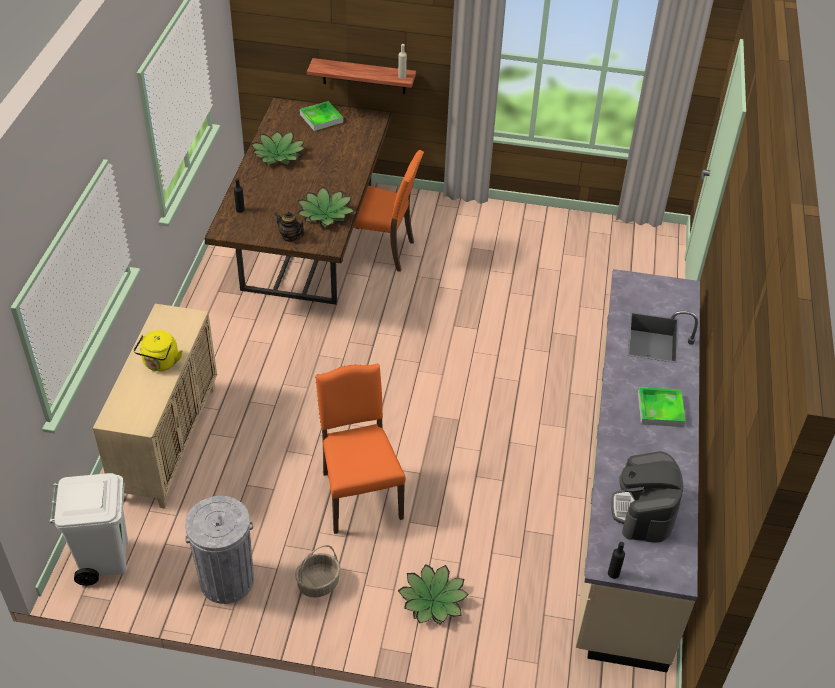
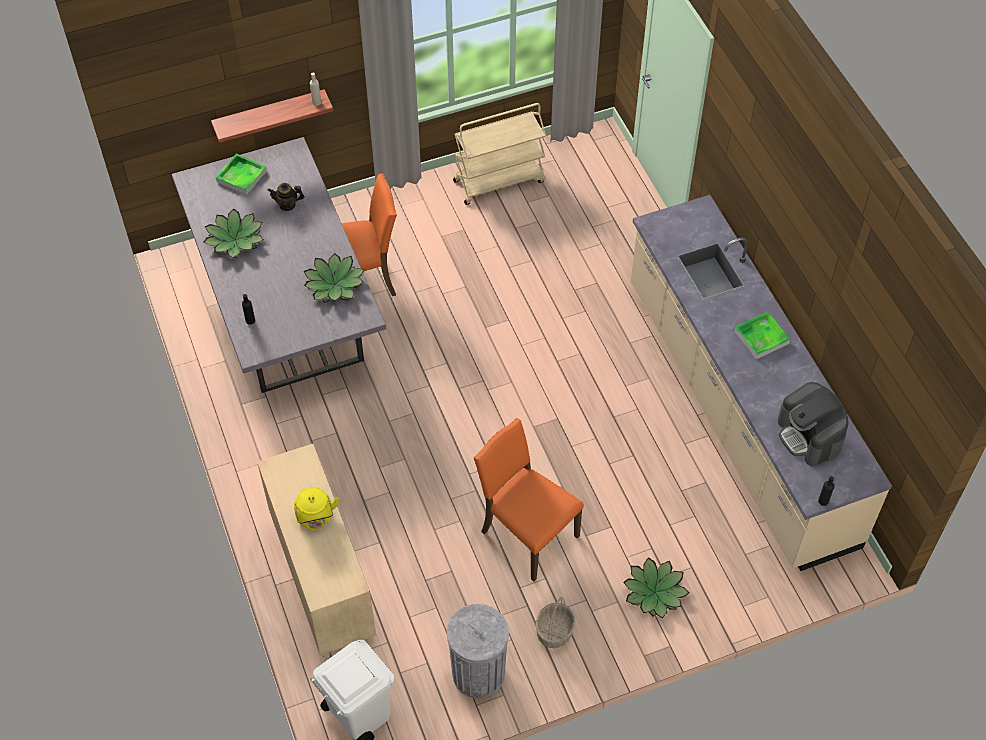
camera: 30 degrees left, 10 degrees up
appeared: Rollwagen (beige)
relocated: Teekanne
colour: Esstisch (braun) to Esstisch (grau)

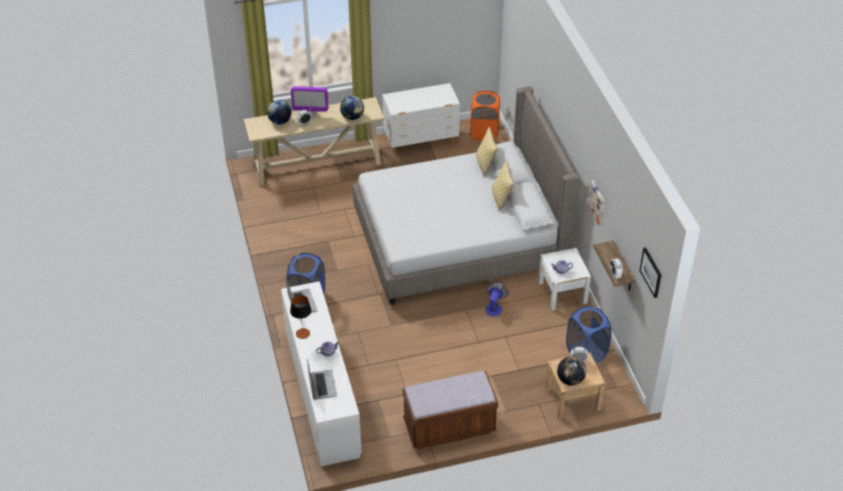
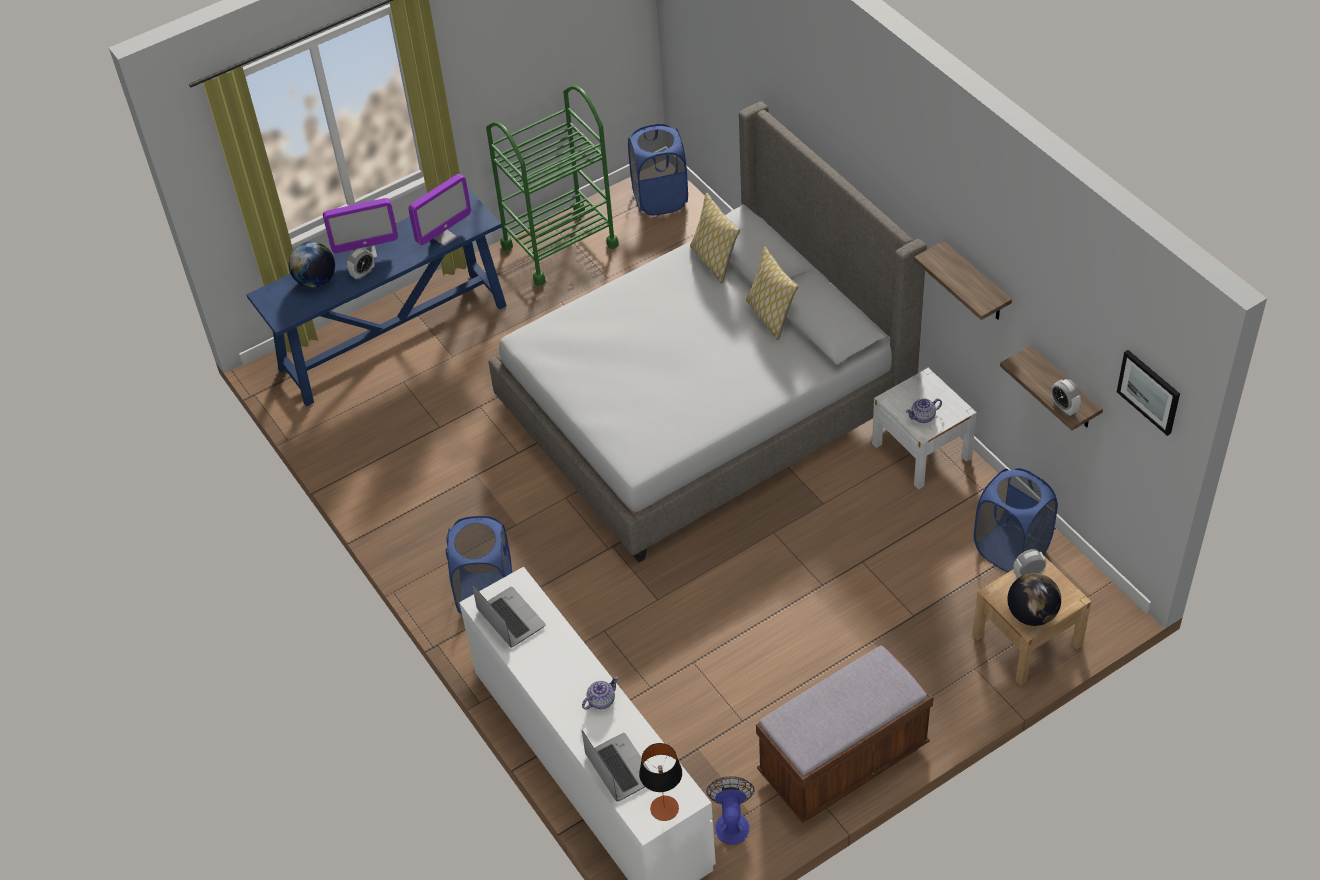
camera: 15 degrees left, 5 degrees up
relocated: Tischlampe; Ventilator
exchanged: Globus (no. 2 from left) to Monitor (no. 2 from left); Kommode (weiß) (no. 2 from left) to Rollwagen (grün); Bild (no. 1 from left) to Wandregal (no. 1 from left)
colour: Konsolentisch (beige) to Konsolentisch (blau); Wäschekorb (orange) to Wäschekorb (blau) (no. 2 from left)

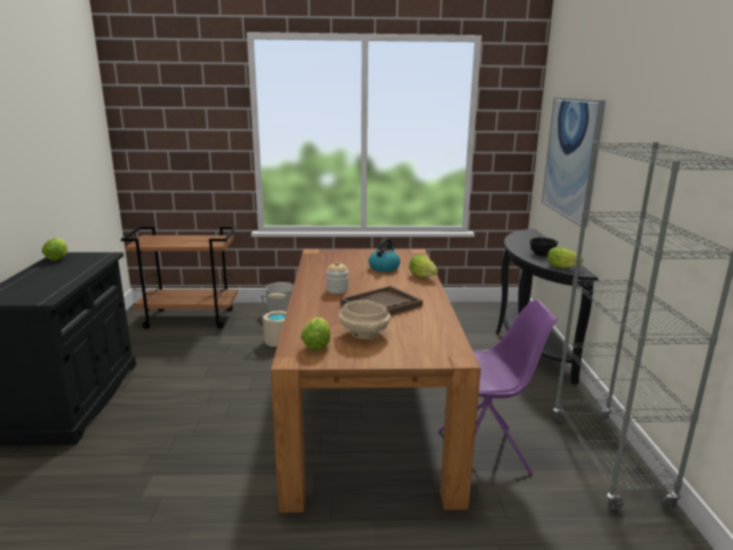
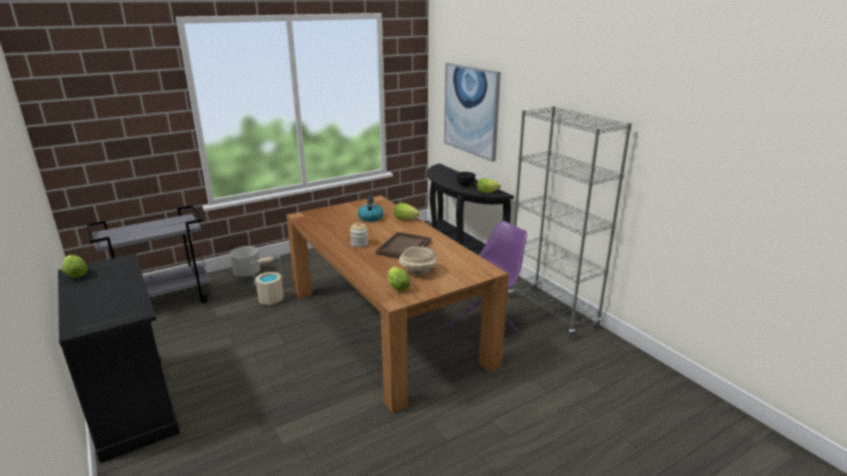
camera: 30 degrees left, 5 degrees up
colour: Rollwagen (braun) to Rollwagen (grau)

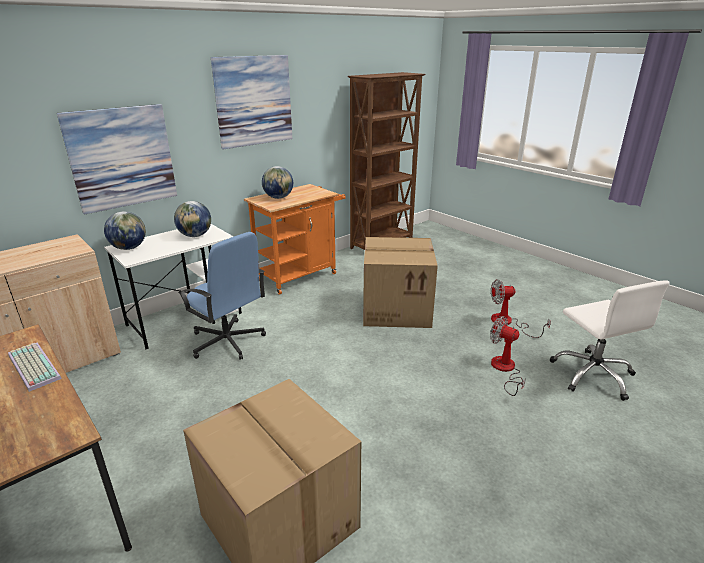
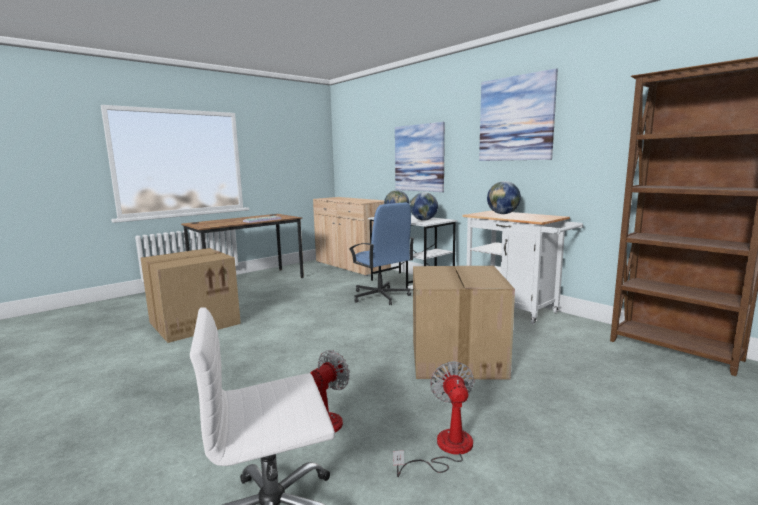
camera: 90 degrees right, 15 degrees down
colour: Rollwagen (orange) to Rollwagen (weiß)
spun: Bürostuhl (blau) 75 degrees counterclockwise

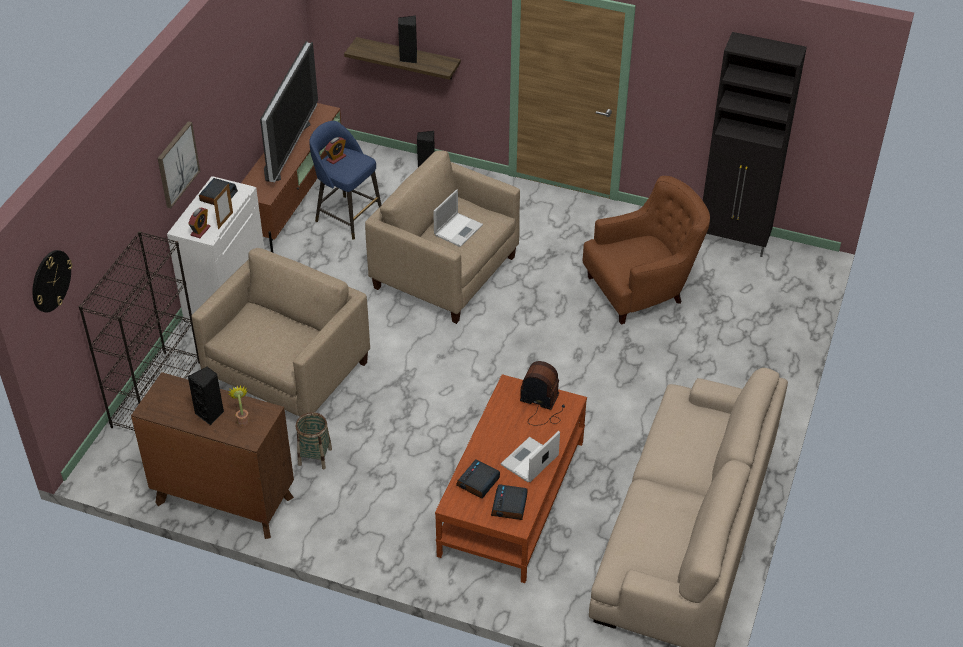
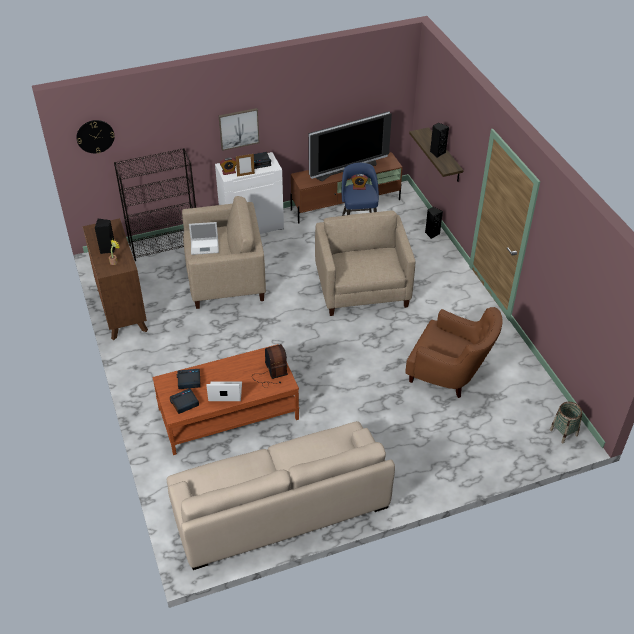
camera: 50 degrees right, 0 degrees up
missing: Schrank (schwarz)
relocated: Korb; Laptop (no. 1 from left)

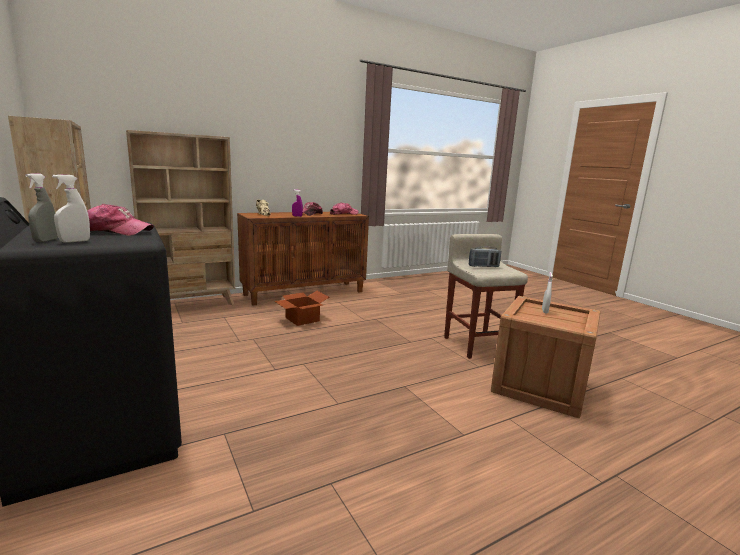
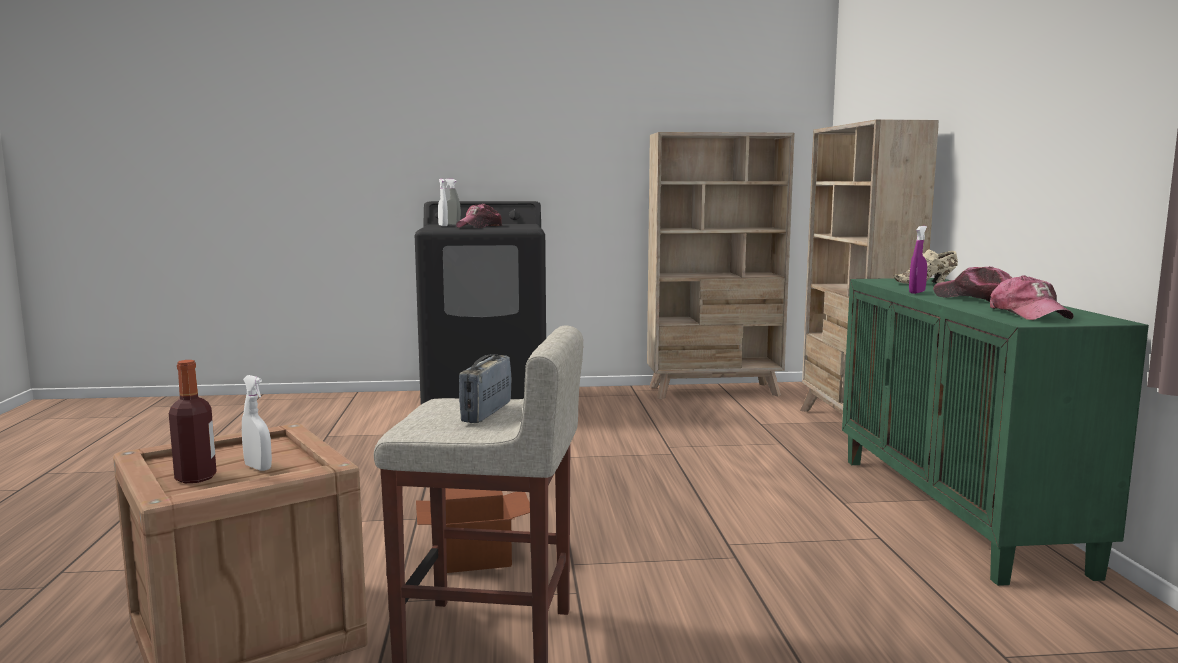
camera: 115 degrees right, 5 degrees down
appeared: Flasche
relocated: Karton
colour: Schrank (braun) to Schrank (grün)

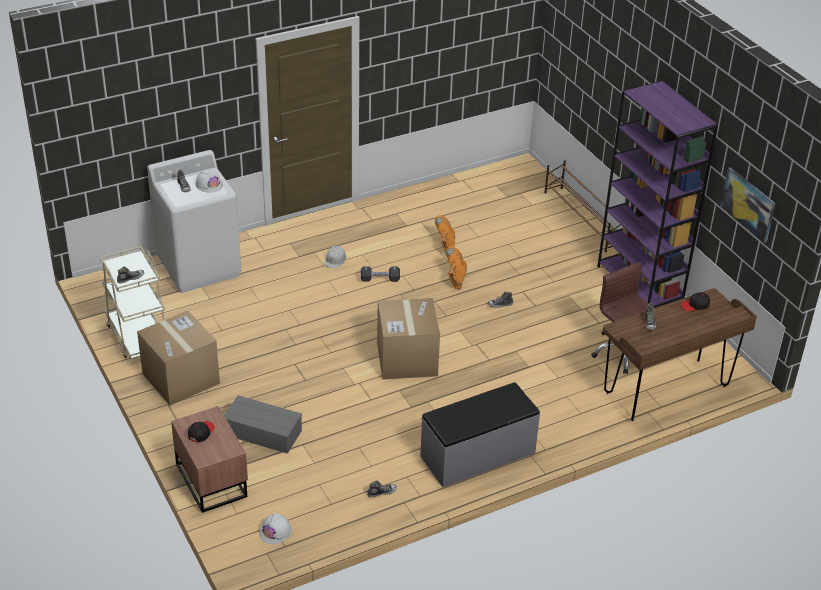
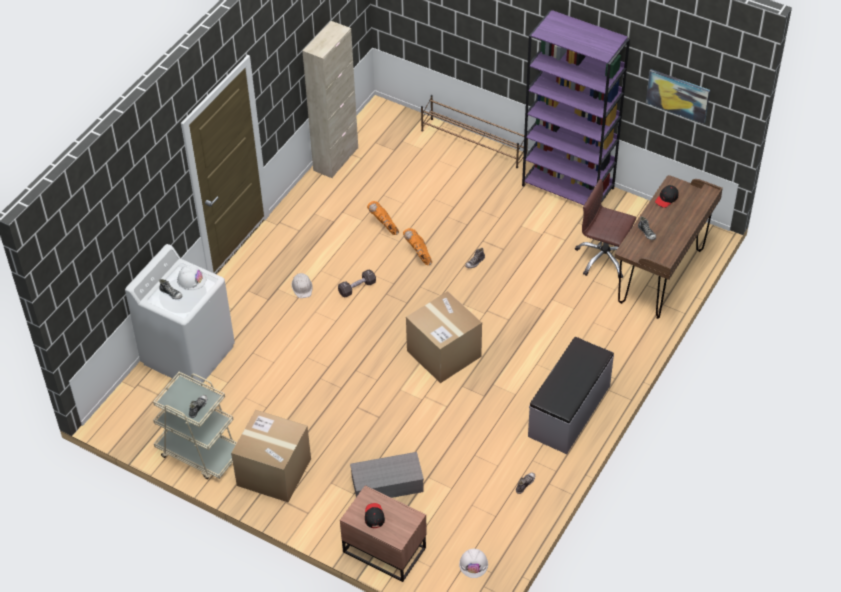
camera: 30 degrees left, 10 degrees up
appeared: Schrank (beige)

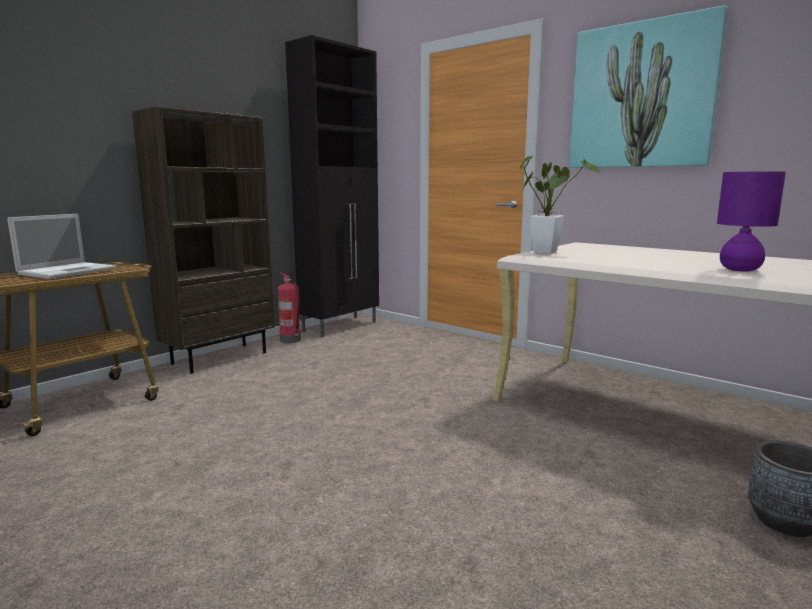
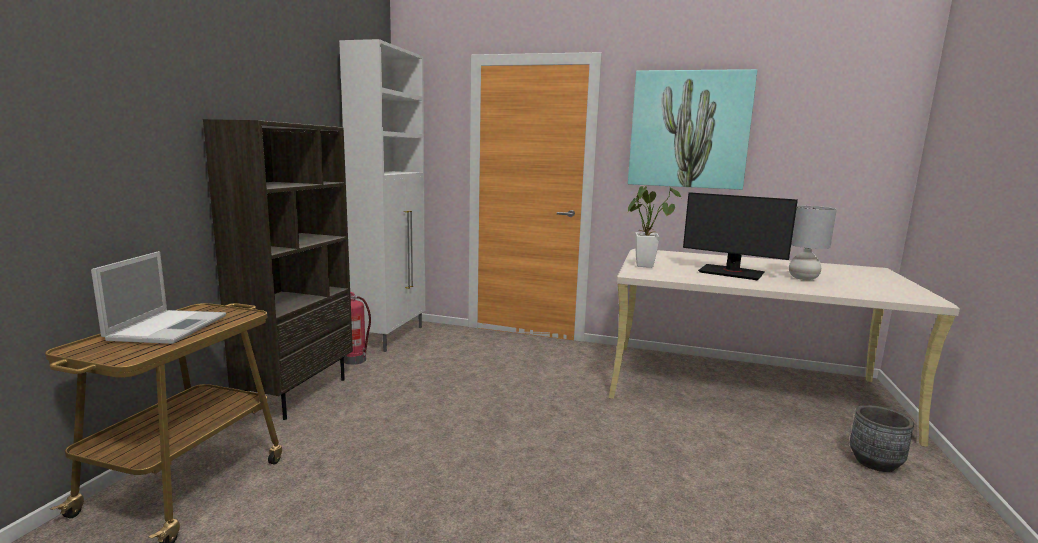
camera: 25 degrees left, 0 degrees up
appeared: Monitor
colour: Schrank (schwarz) to Schrank (weiß); Tischlampe (lila) to Tischlampe (grau)

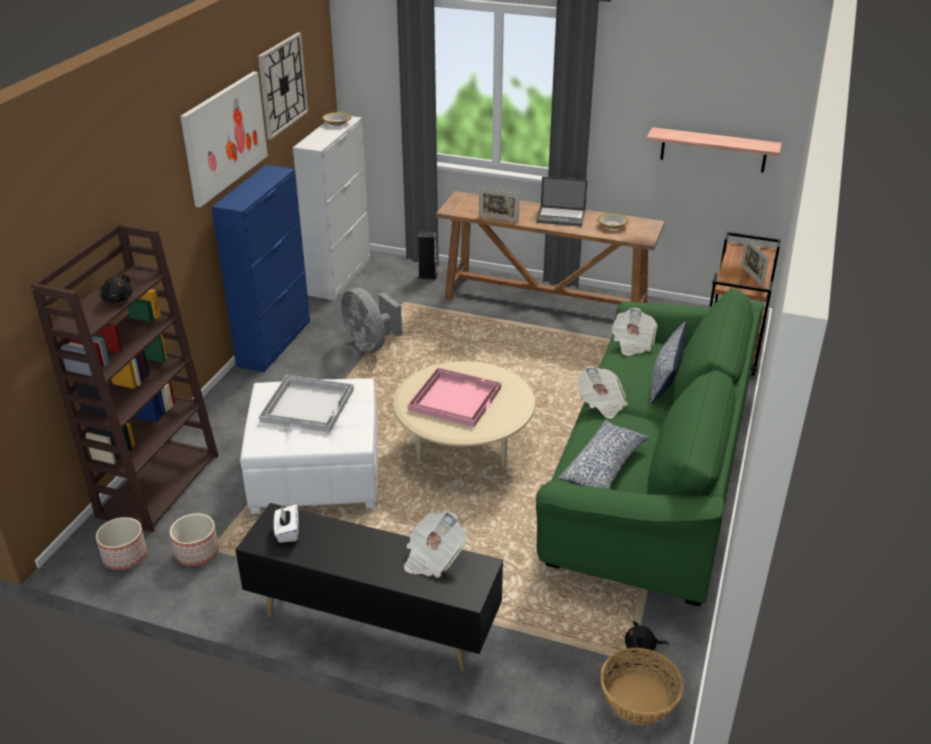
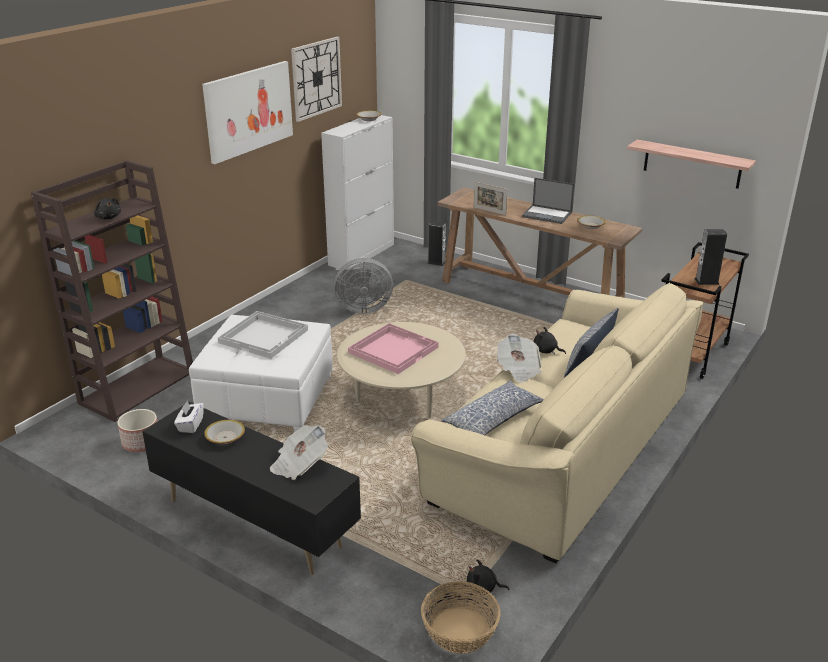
camera: 15 degrees right, 5 degrees down
missing: Pflanzkübel (no. 1 from left); Schrank (blau); Zeitung (no. 3 from left)
appeared: Schüssel (no. 1 from left); Plüschtier (schwarz) (no. 3 from left)
exchanged: Bilderrahmen (no. 2 from left) to Lautsprecher (no. 2 from left)
colour: Sofa (grün) to Sofa (beige)
spun: Ventilator (grau) 75 degrees counterclockwise

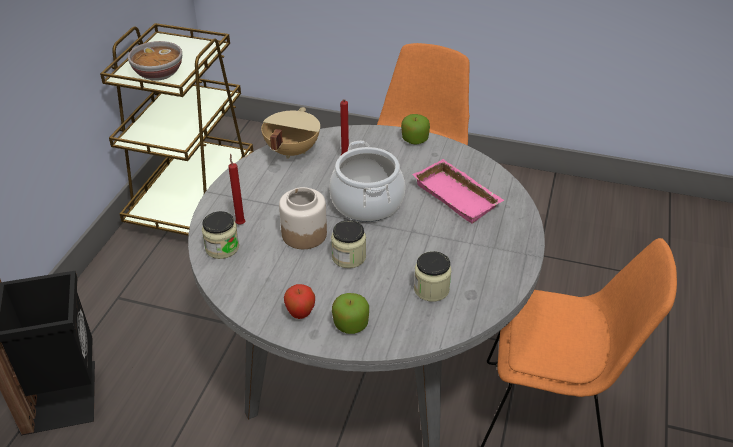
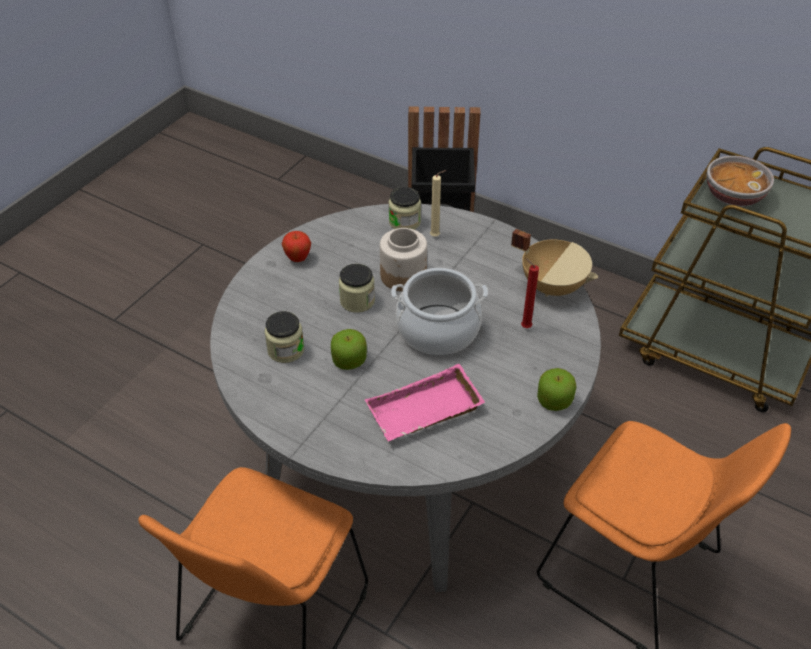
camera: 105 degrees right, 5 degrees up
relocated: Apfel (no. 2 from left)
colour: Kerze (rot) (no. 1 from left) to Kerze (beige)

